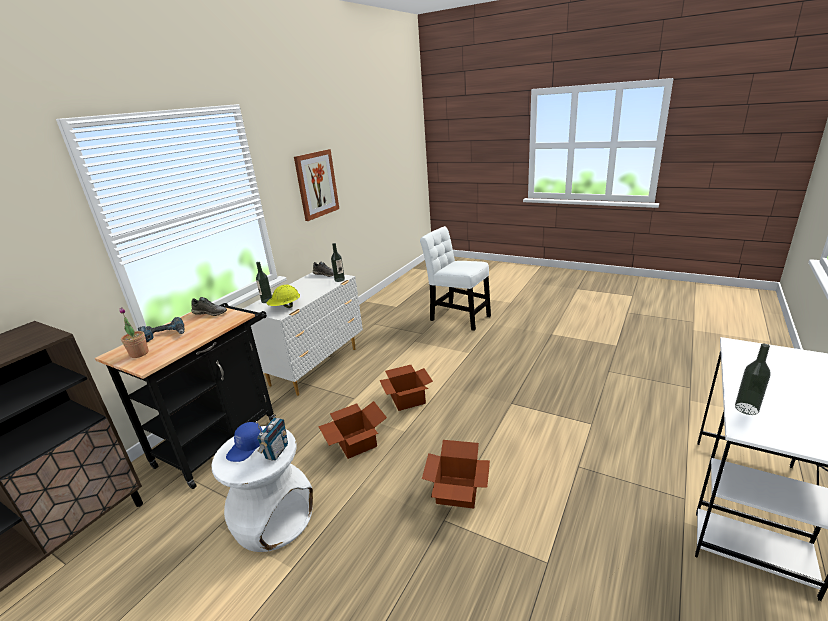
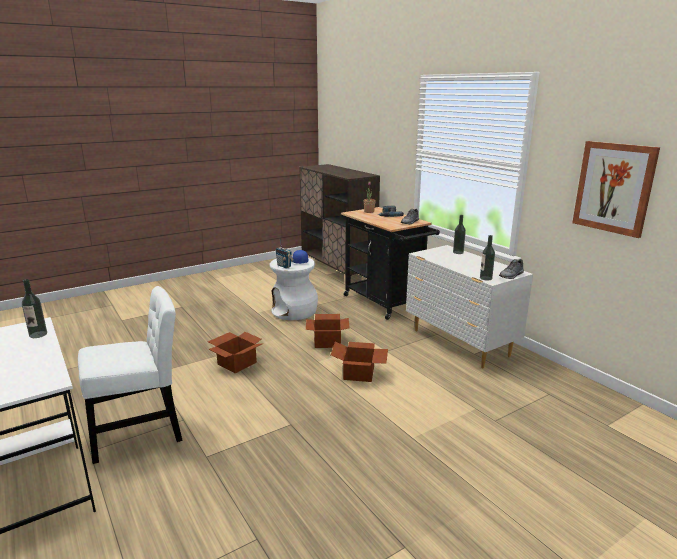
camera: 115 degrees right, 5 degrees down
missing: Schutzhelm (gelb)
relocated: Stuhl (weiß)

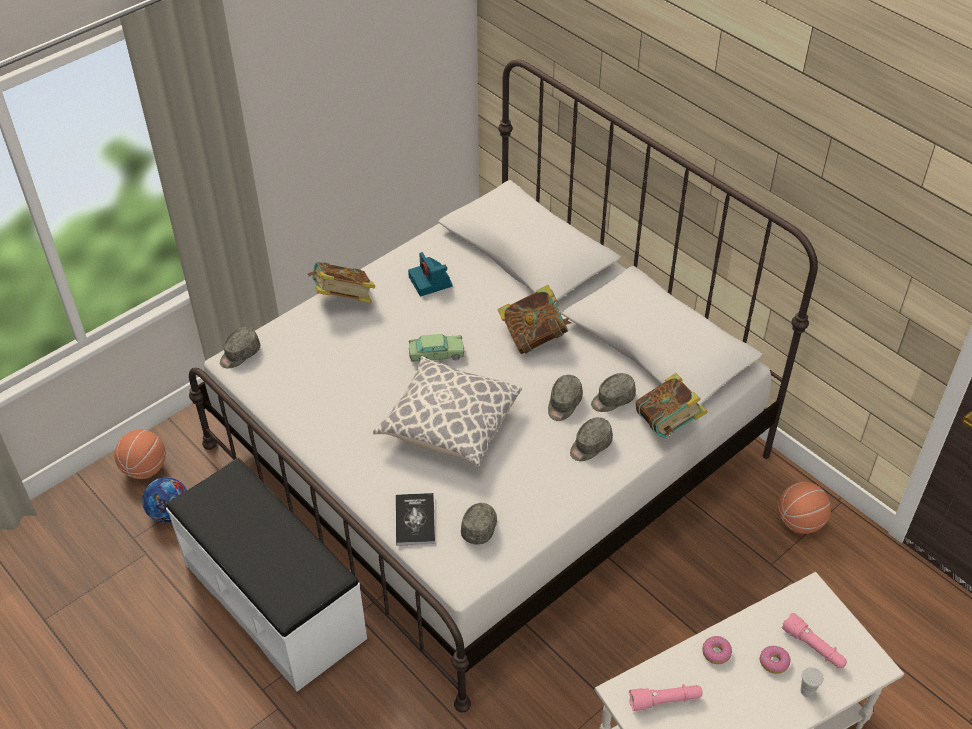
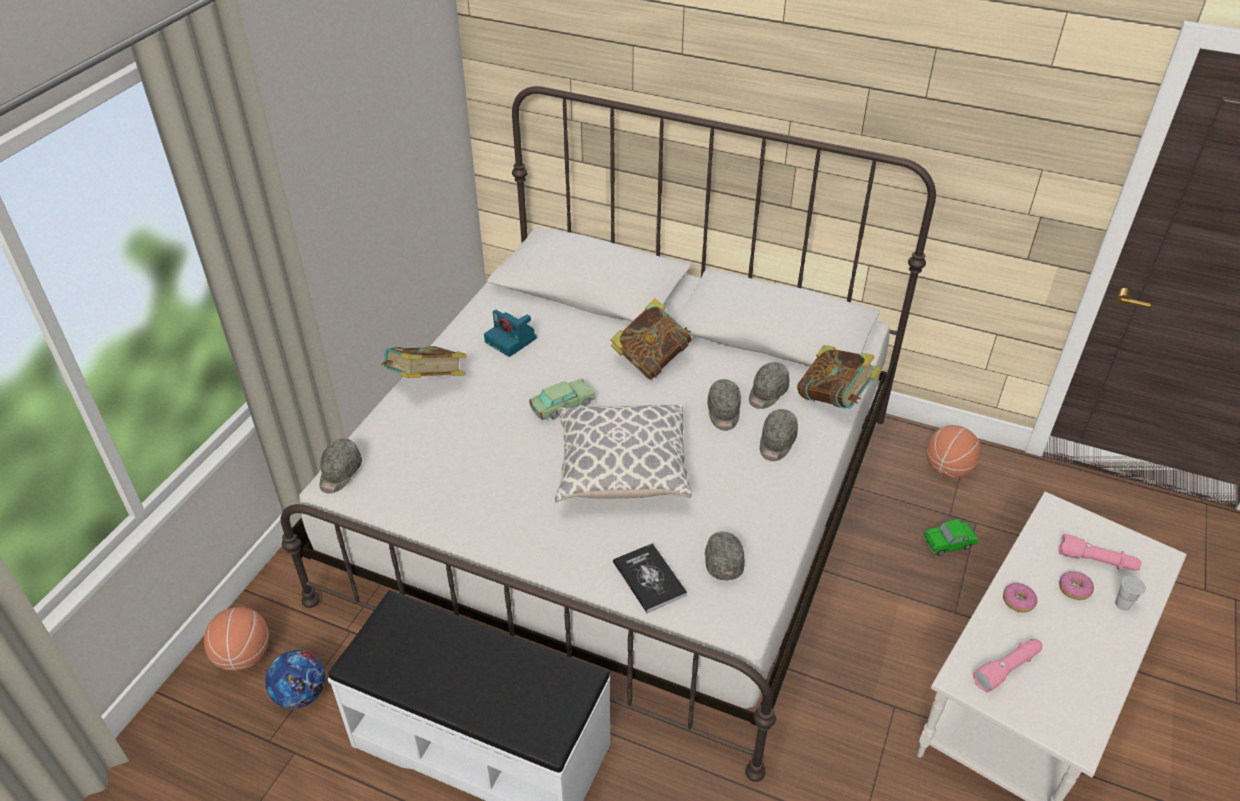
camera: 25 degrees left, 5 degrees down
appeared: Spielzeugauto (no. 2 from left)

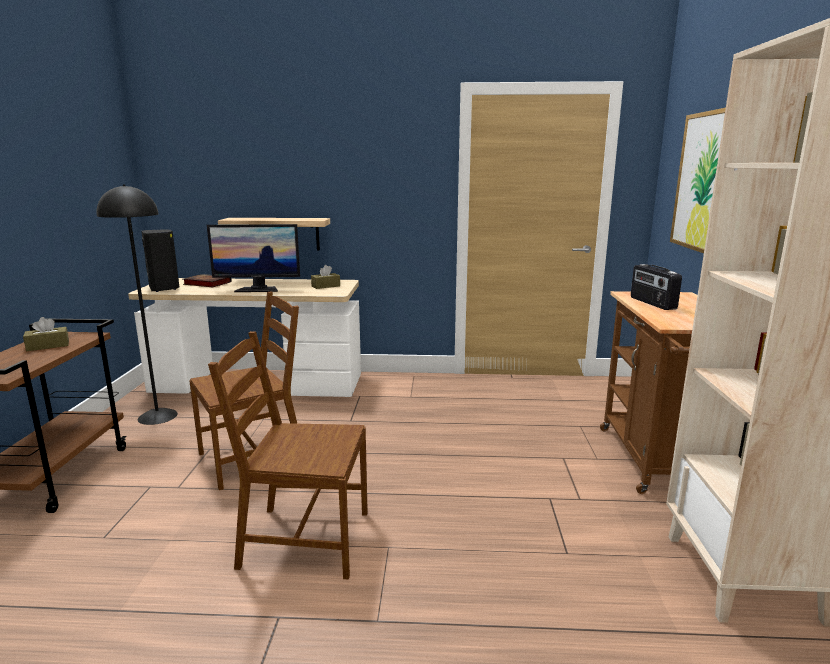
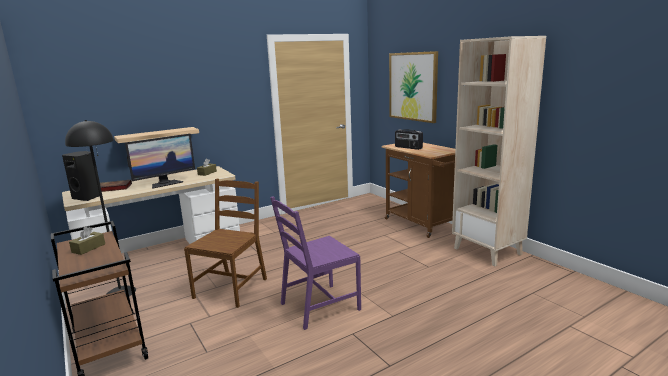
camera: 35 degrees left, 0 degrees up
colour: Stuhl (braun) (no. 2 from left) to Stuhl (lila)

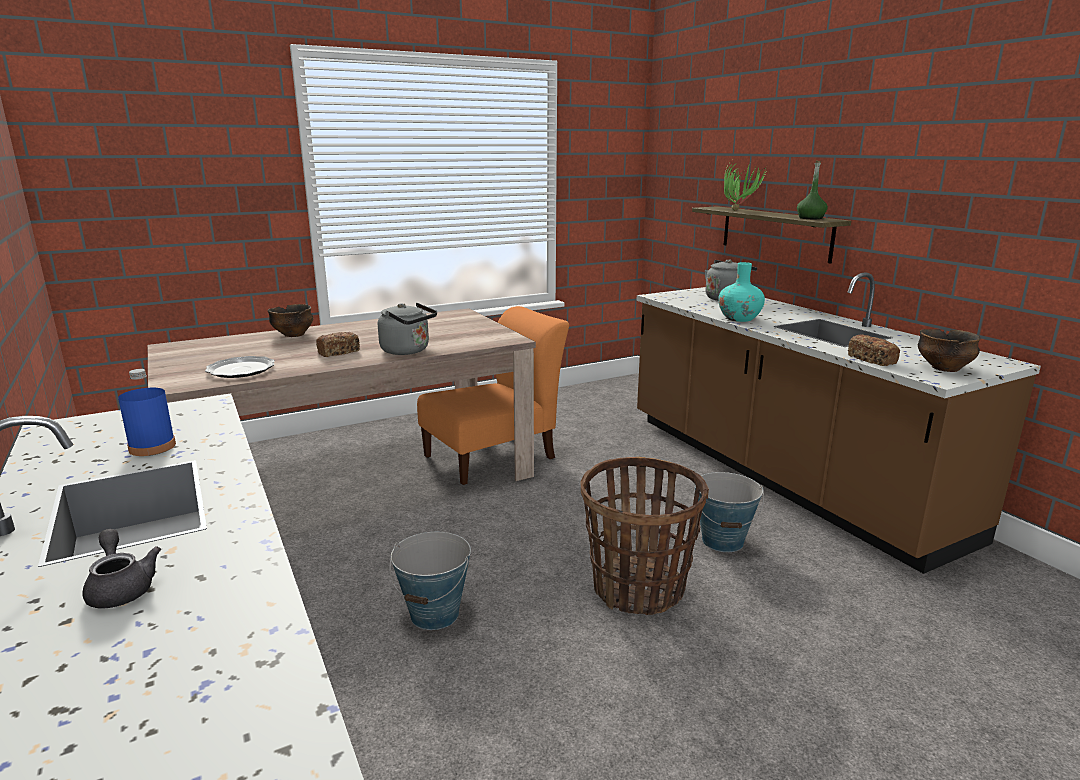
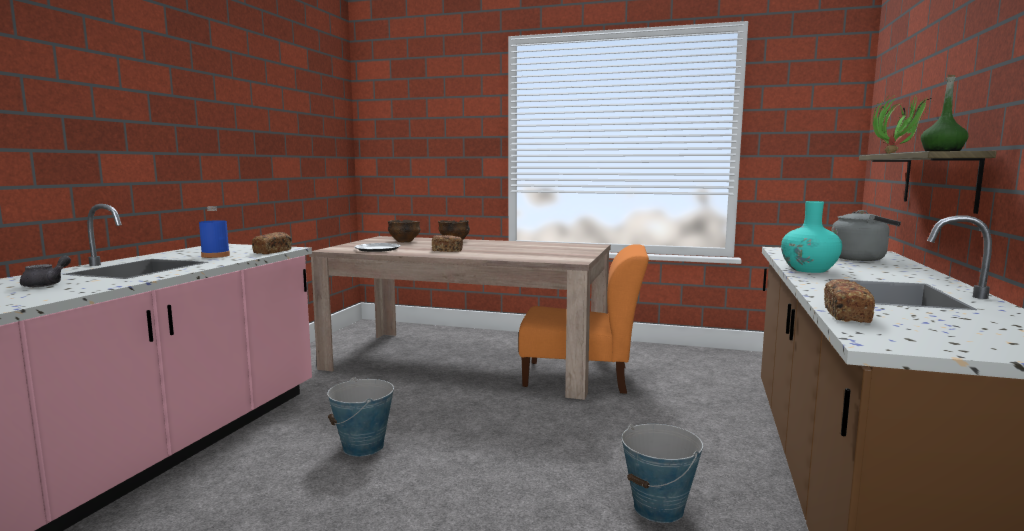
camera: 45 degrees right, 10 degrees down
missing: Wasserkessel (grau) (no. 1 from left); Korb
appeared: Brot (no. 1 from left)
relocated: Schüssel (no. 2 from left in the first image) to Schüssel (no. 1 from left)

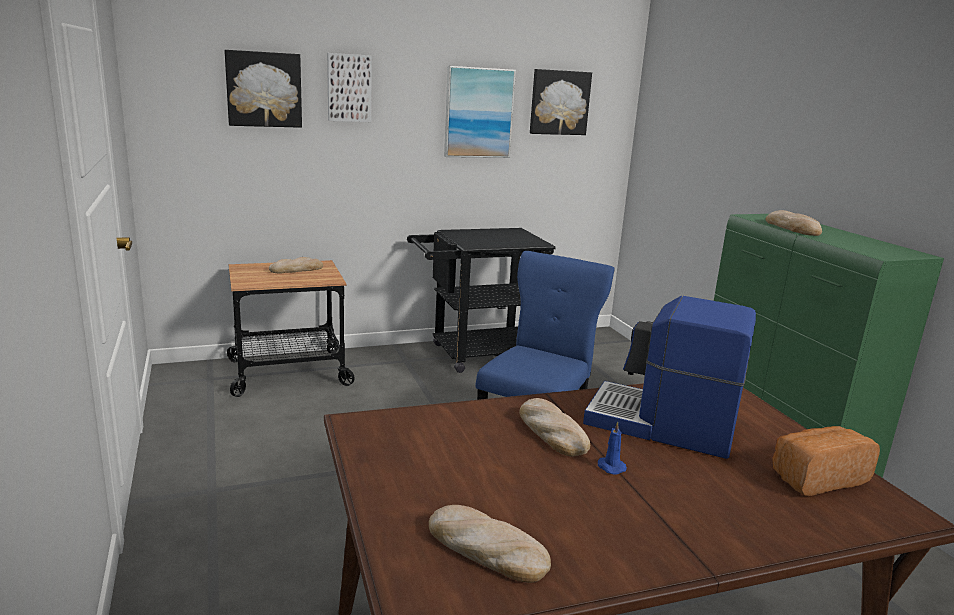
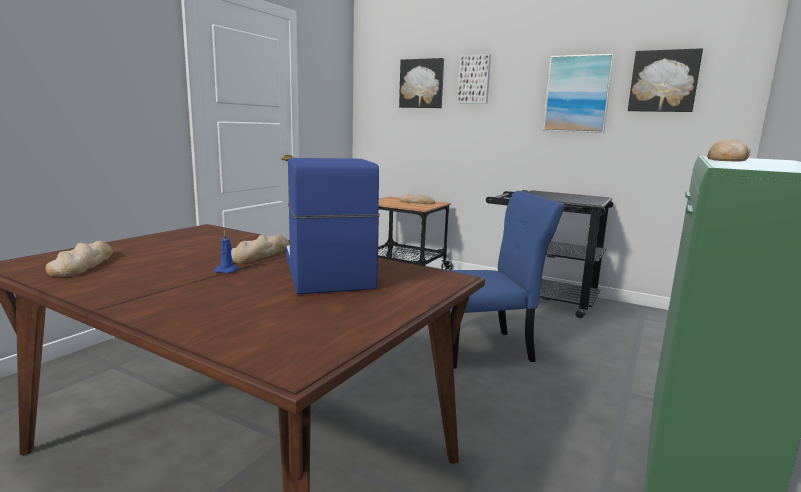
camera: 50 degrees right, 5 degrees down
missing: Brot (no. 5 from left)

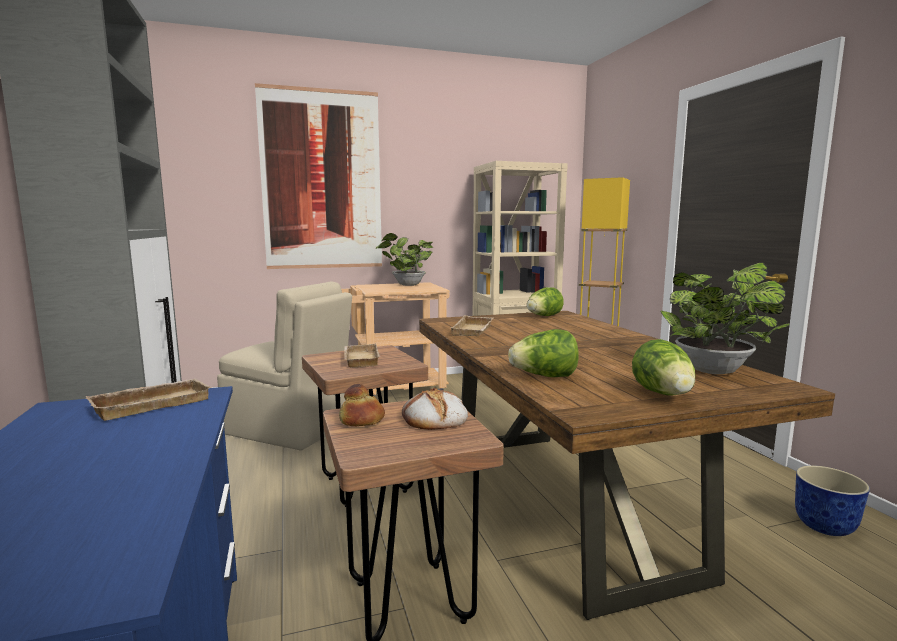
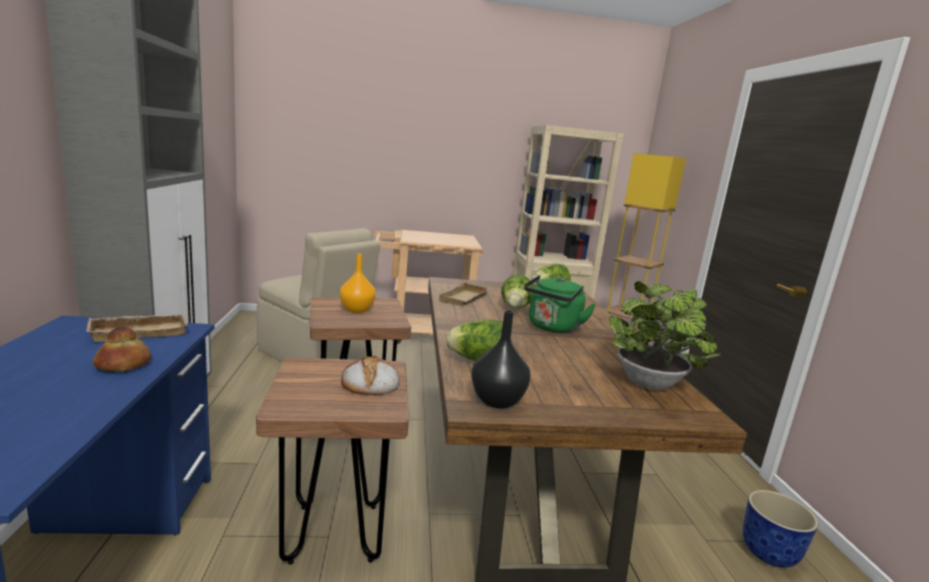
camera: 10 degrees right, 5 degrees up
missing: Bild; Topfpflanze (no. 1 from left)
appeared: Vase (schwarz); Wasserkessel (grün)
relocated: Brot (no. 1 from left); Salatkopf (no. 3 from left in the first image) to Salatkopf (no. 2 from left)
exchanged: Tablett (beige) (no. 2 from left) to Vase (orange)

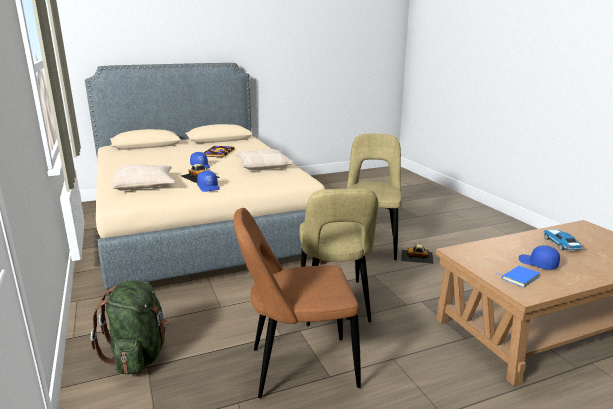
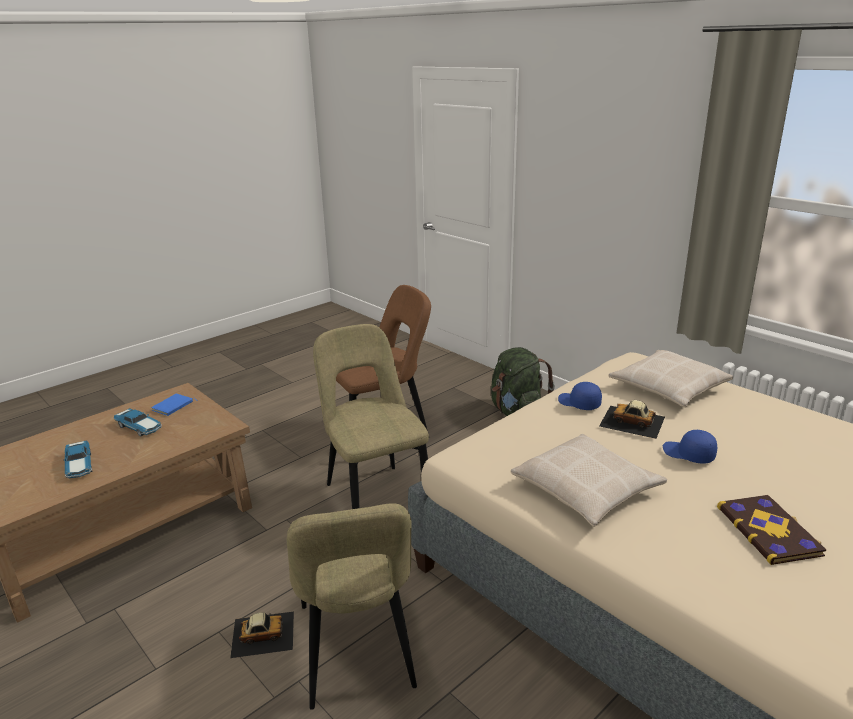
camera: 160 degrees right, 5 degrees up
exchanged: Kappe (blau) (no. 3 from left) to Spielzeugauto (no. 2 from left)

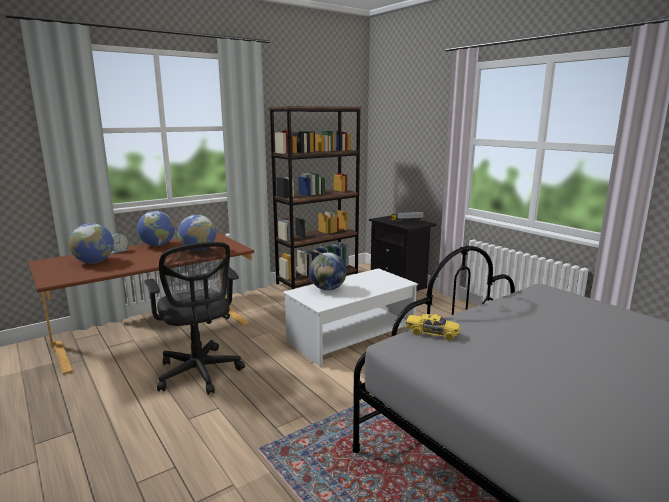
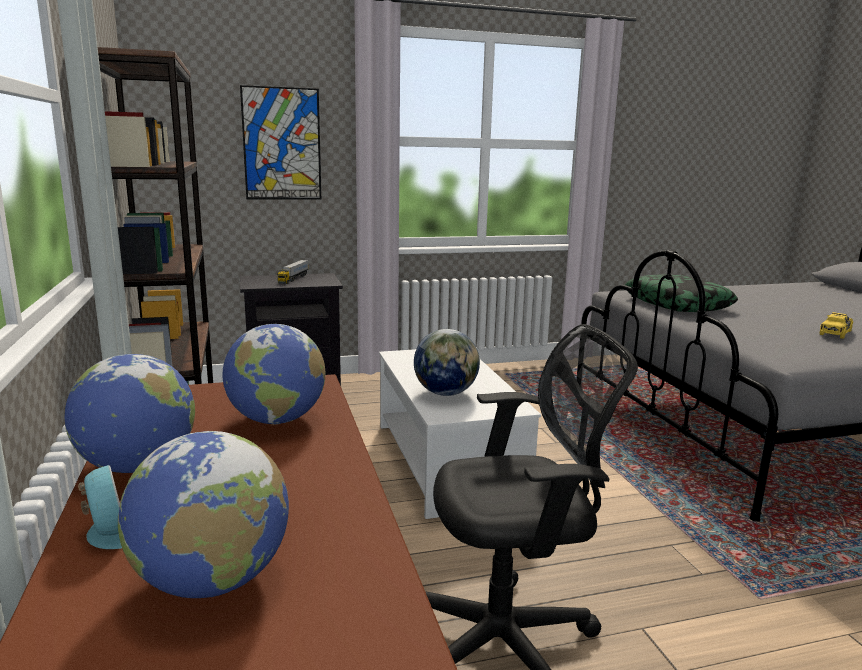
camera: 70 degrees left, 0 degrees up
appeared: Bild; Kissen
relocated: Spielzeugauto (gelb)

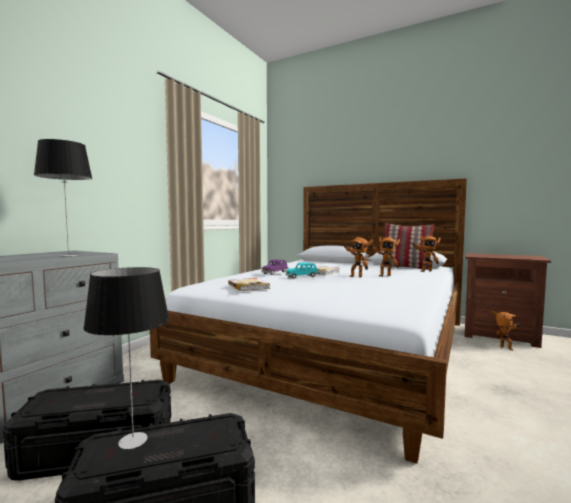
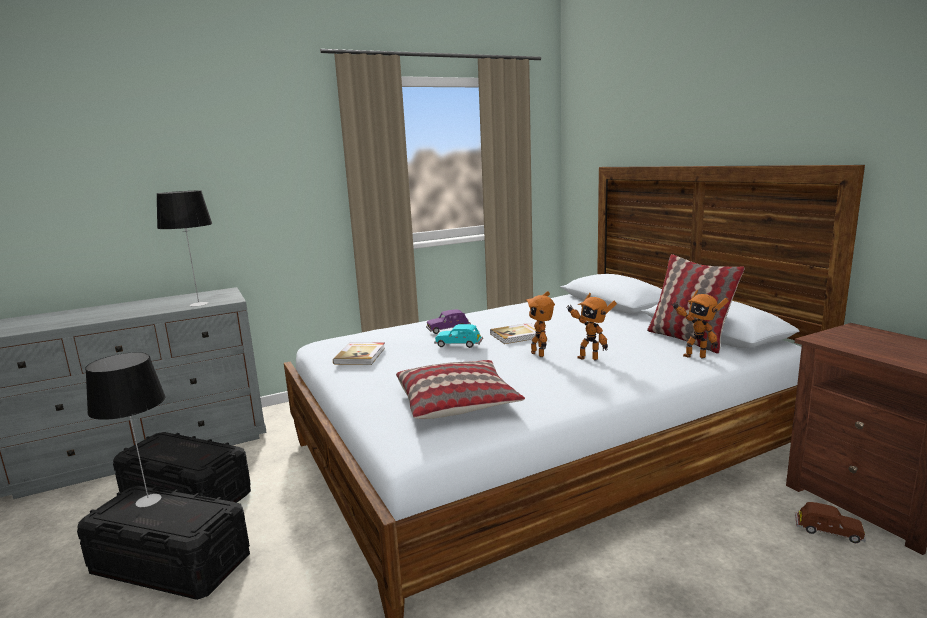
camera: 35 degrees right, 10 degrees up
appeared: Kissen (no. 1 from left)
exchanged: Spielzeugroboter (no. 4 from left) to Spielzeugauto (braun)

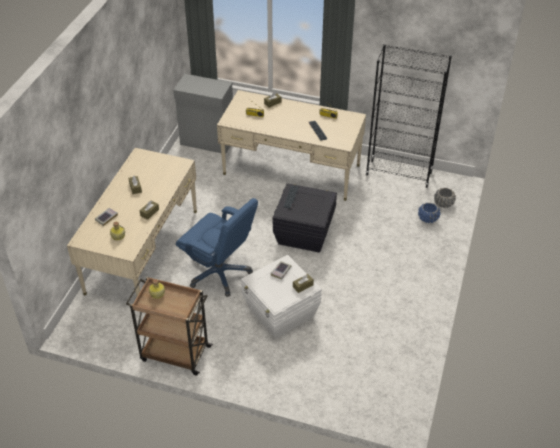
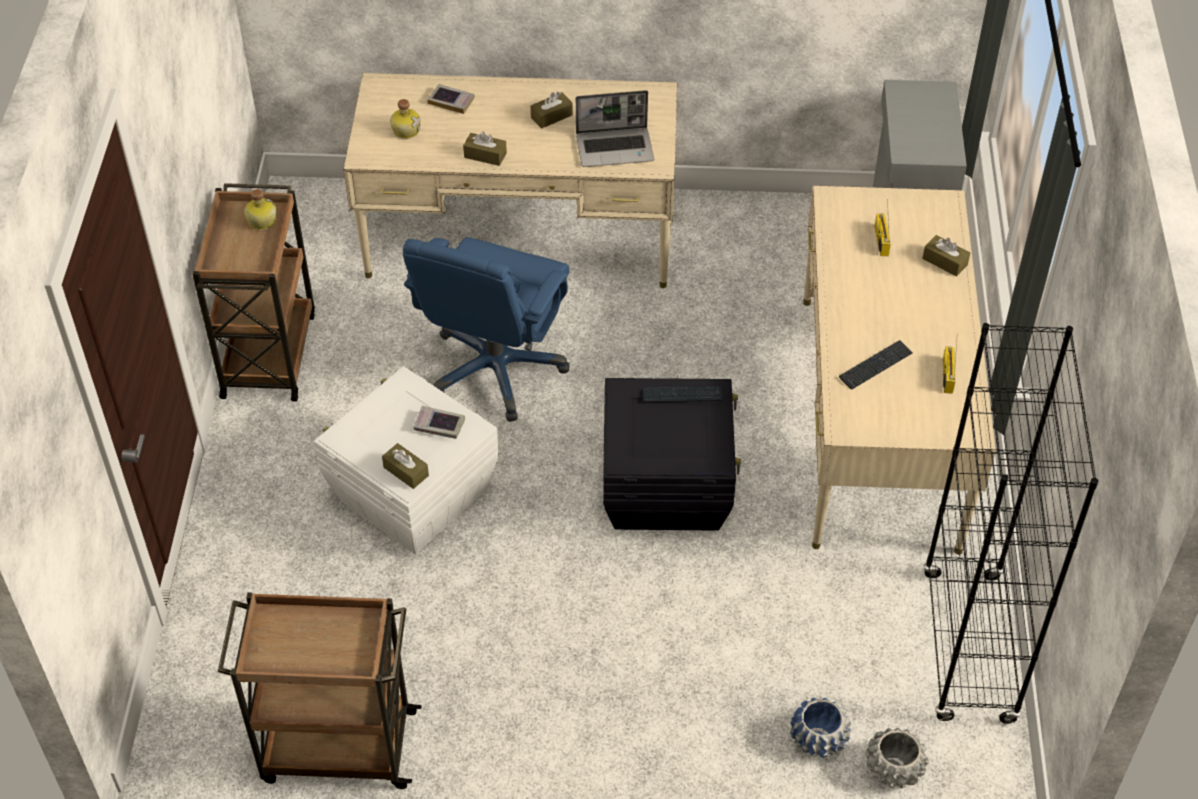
camera: 75 degrees right, 5 degrees up
appeared: Rollwagen (braun) (no. 2 from left); Laptop

